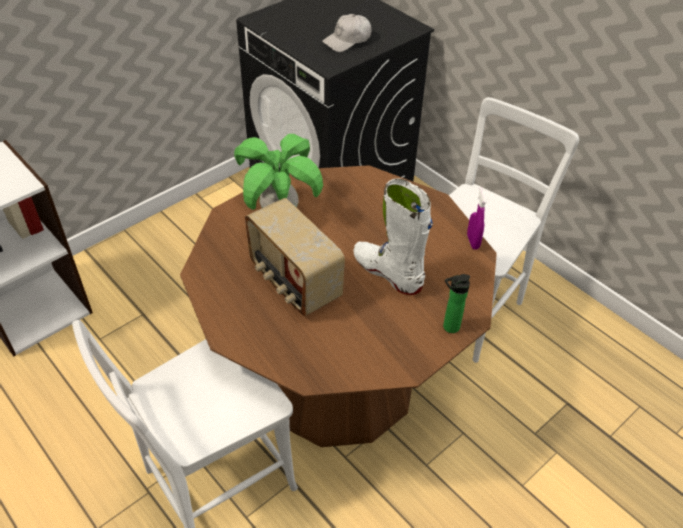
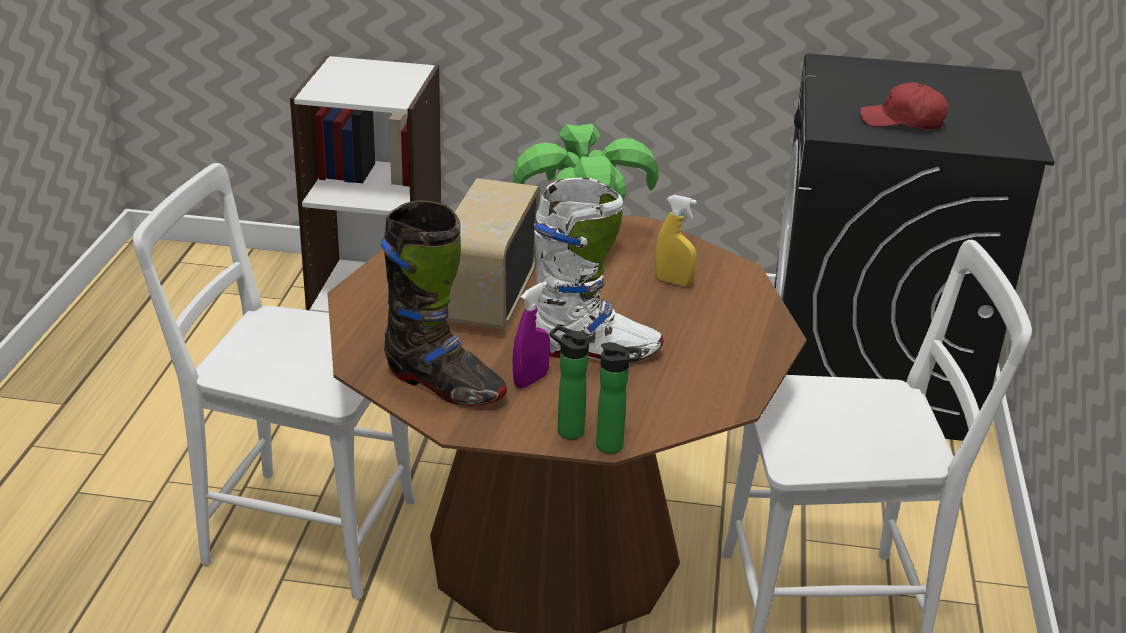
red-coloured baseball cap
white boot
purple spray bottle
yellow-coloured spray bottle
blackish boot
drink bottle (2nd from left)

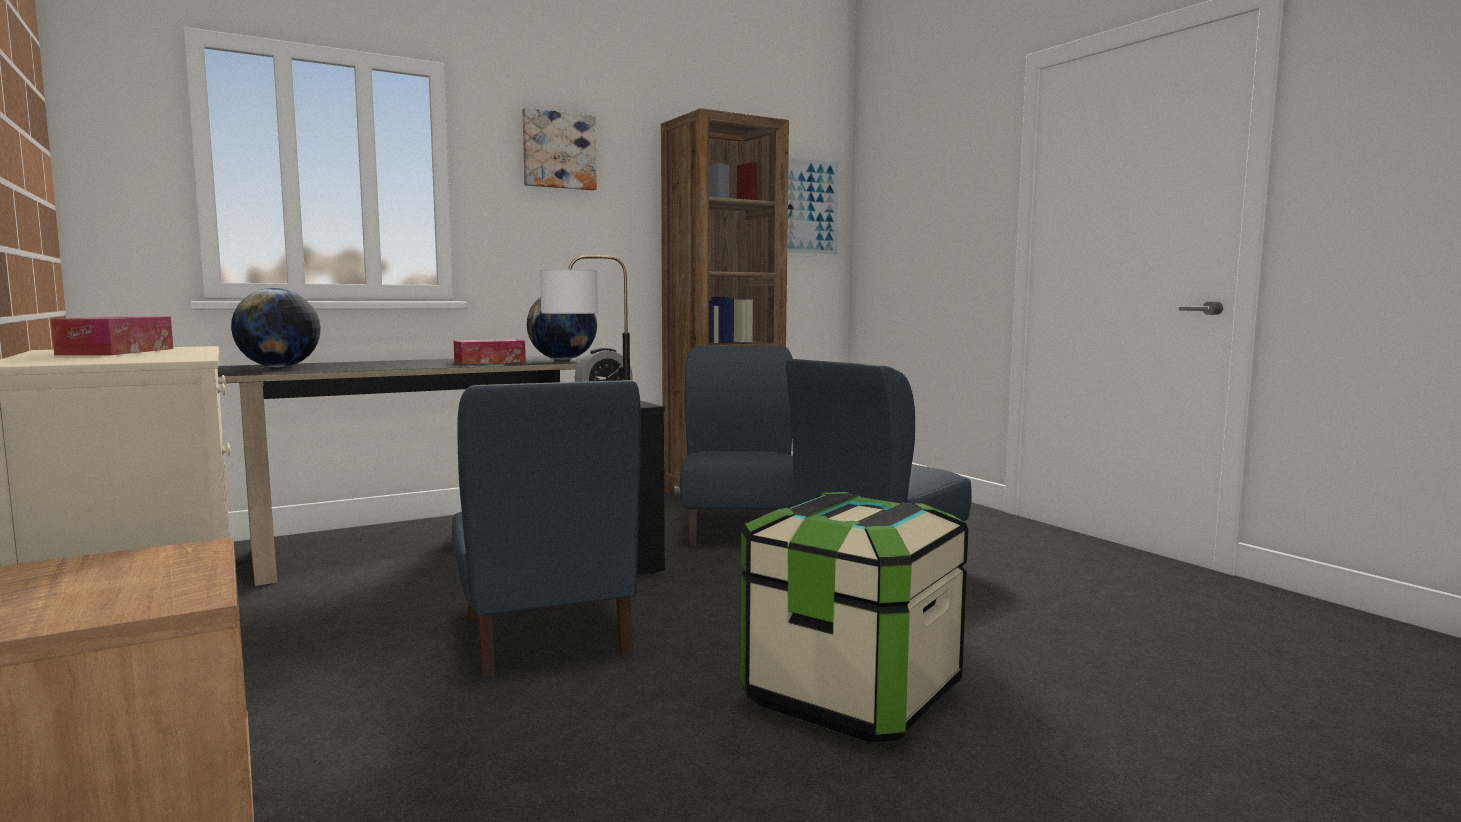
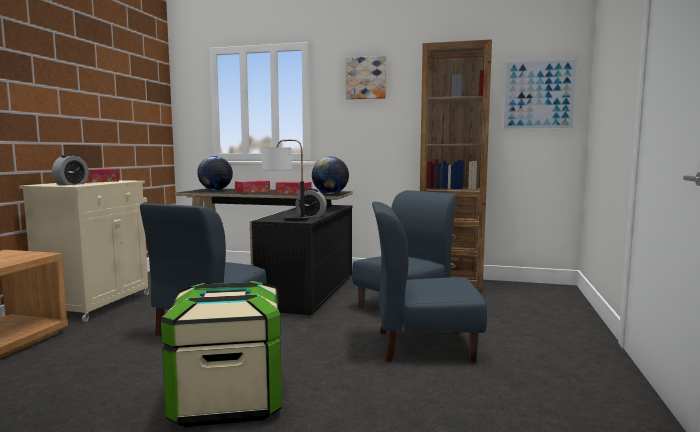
alarm clock (1st from left)
tissue box (2nd from left)

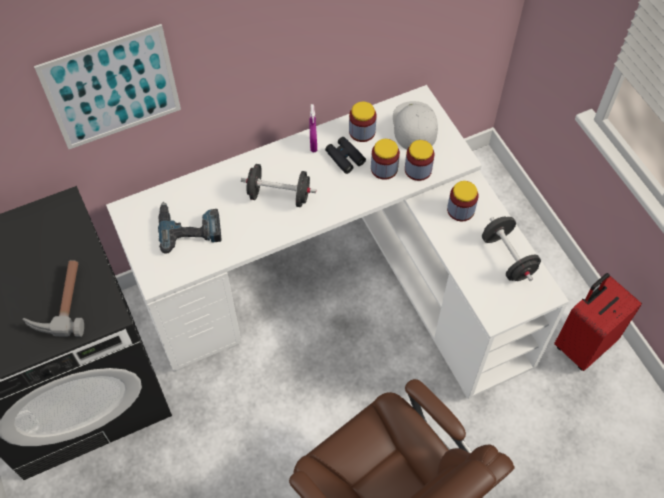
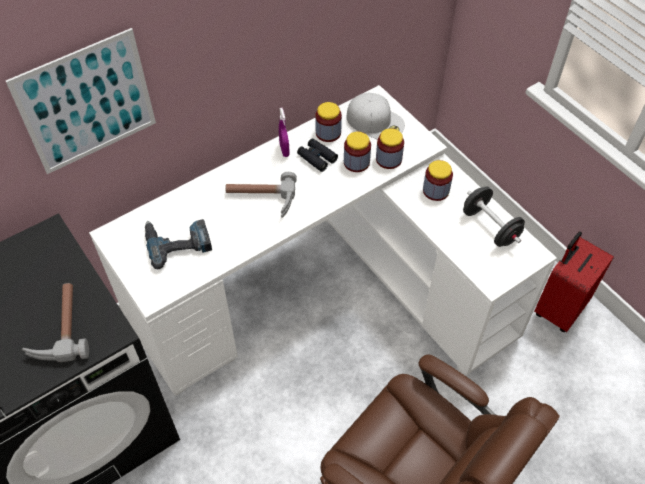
white baseball cap
hammer (2nd from left)

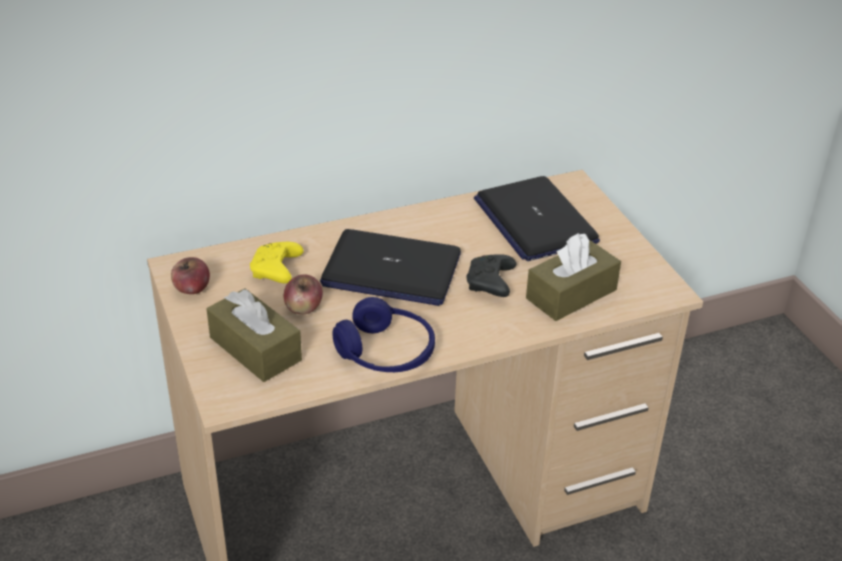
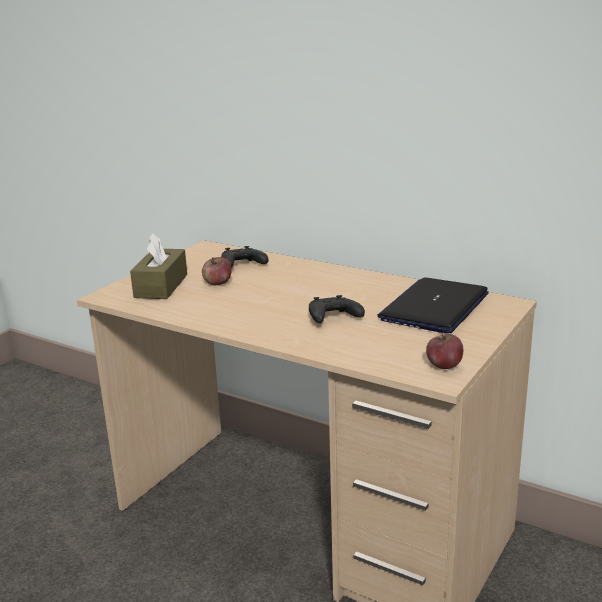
laptop (1st from left in the first image)
brownish tissue box (2nd from left in the first image)
blackish gamepad (1st from left)
whole apple (2nd from left)
blue headphones

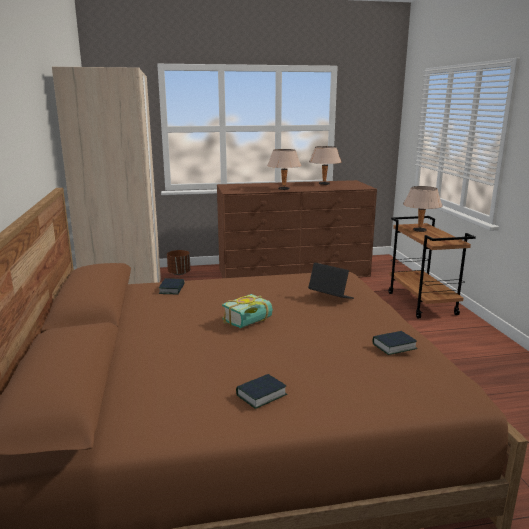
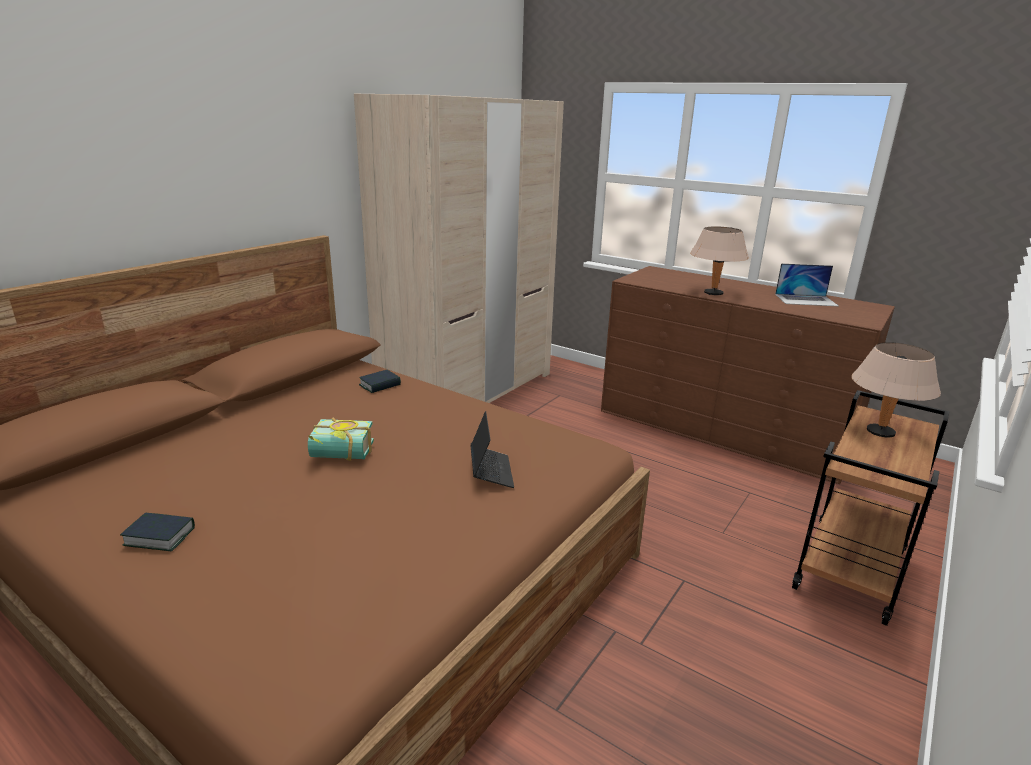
laptop (2nd from left)
brownish plant pot
volume (4th from left in the first image)

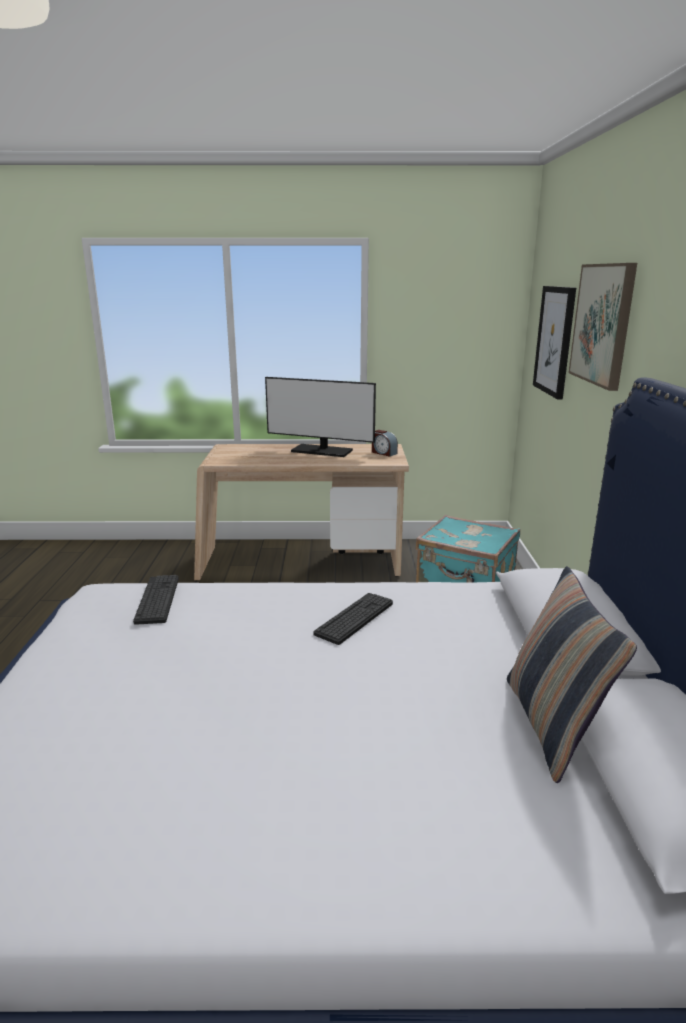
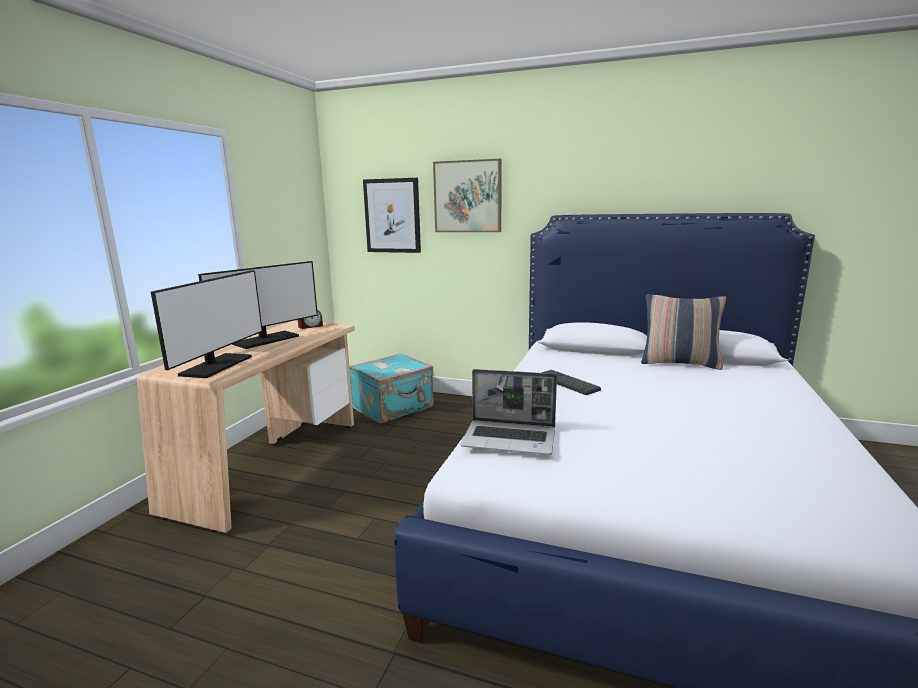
laptop
monitor (1st from left)

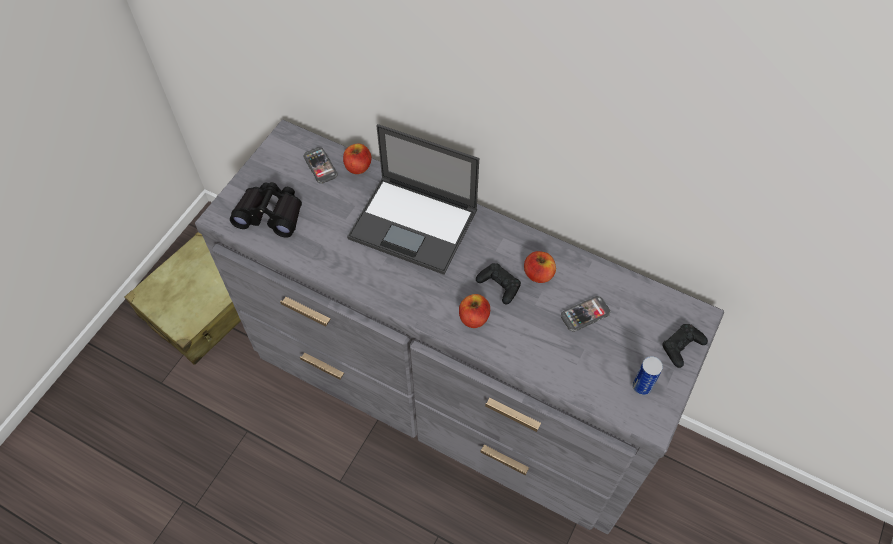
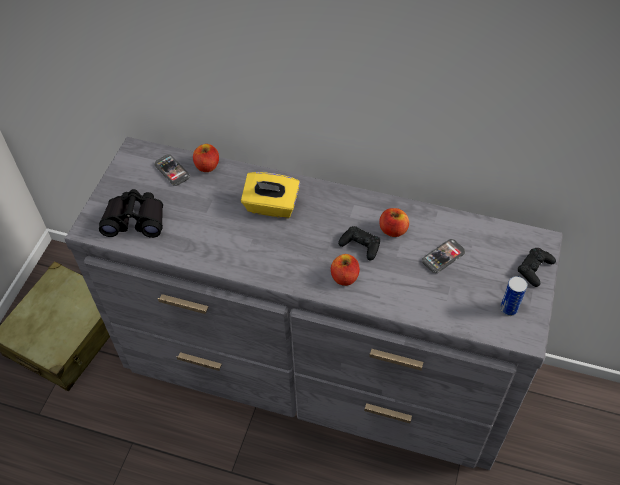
yellow-coloured tissue box

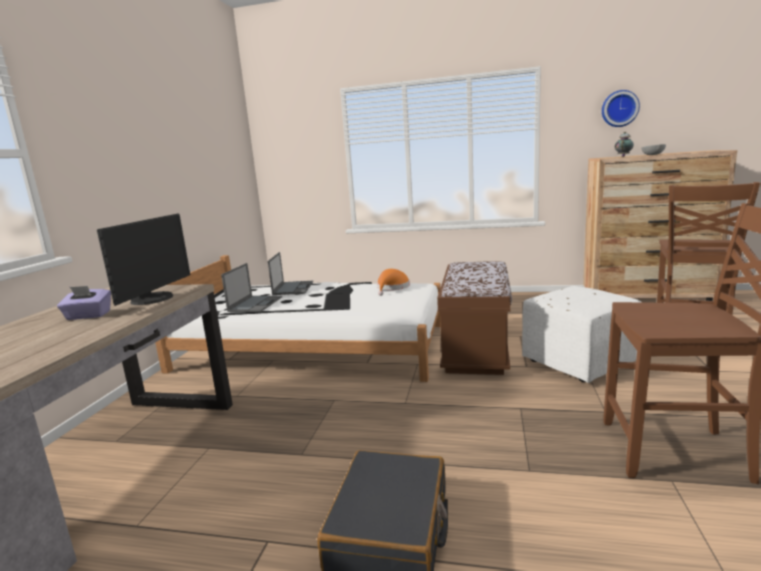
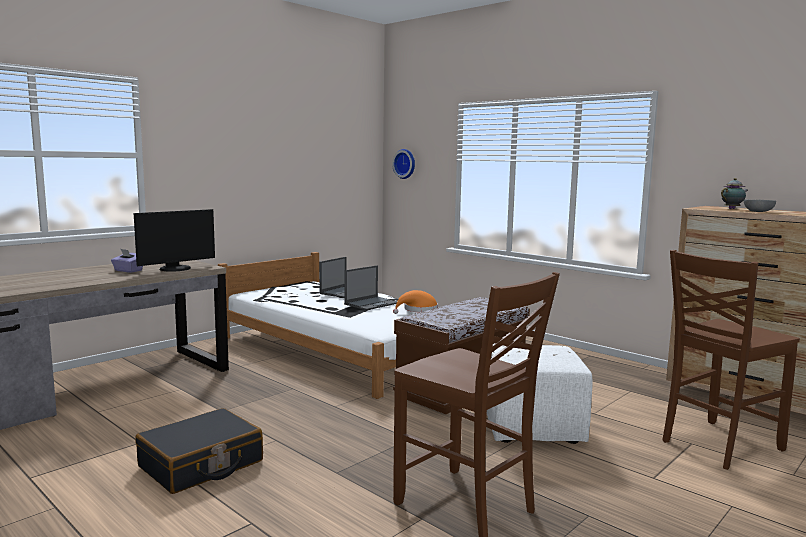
hanging clock
laptop (2nd from left)

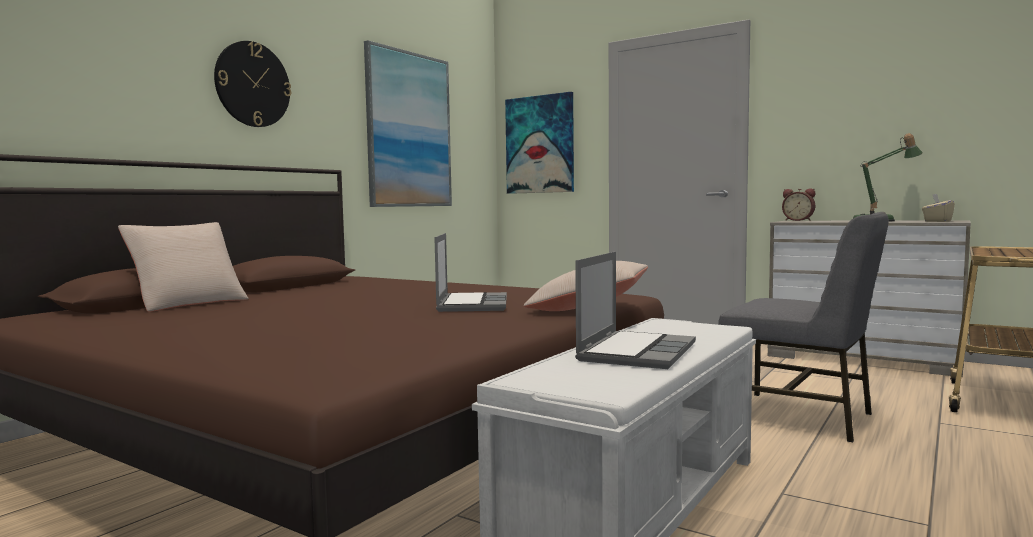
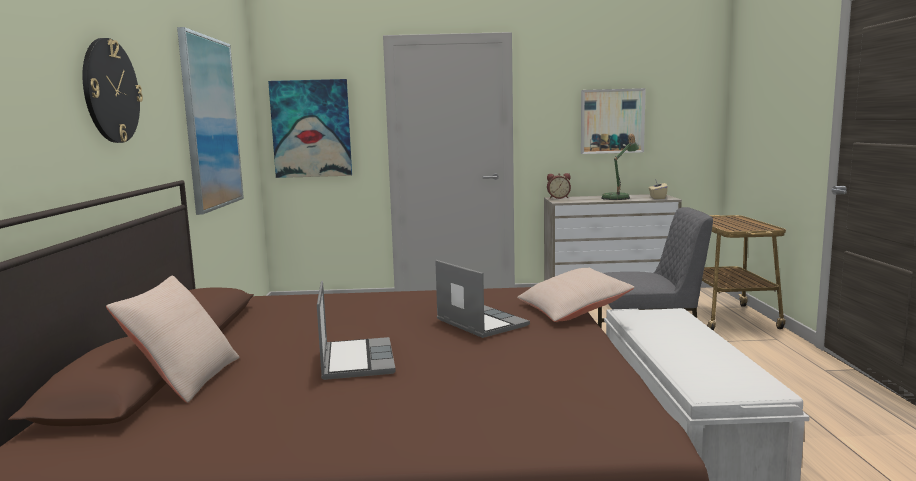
laptop (1st from left)
wall art (3rd from left)

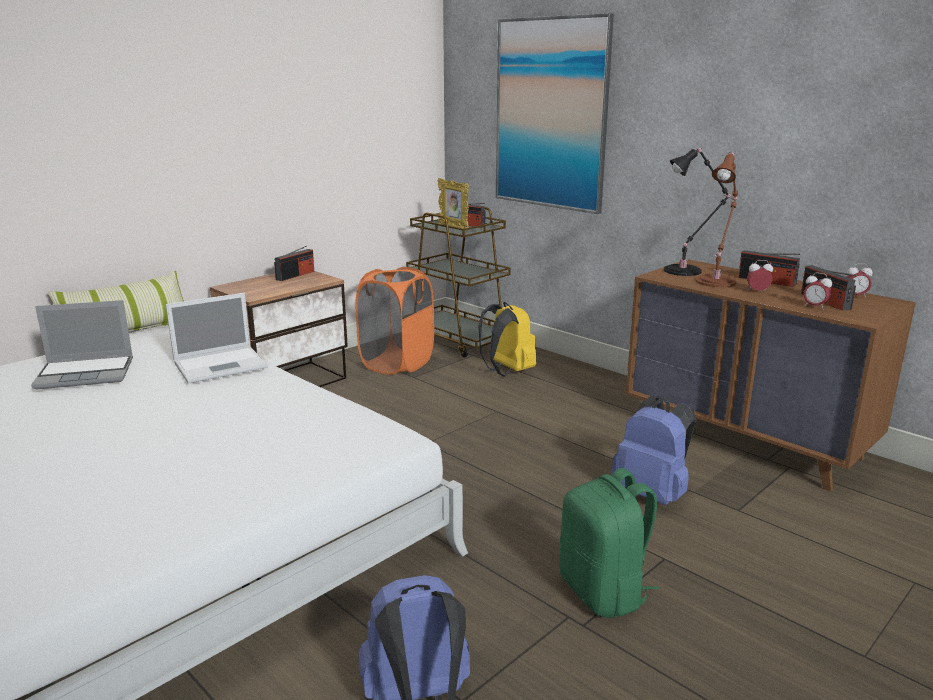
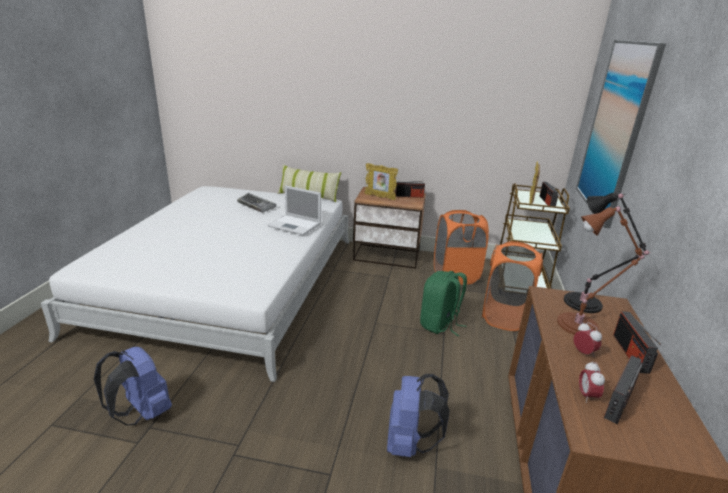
alarm clock (3rd from left in the first image)
keyboard
orange-coloured laundry basket (2nd from left)
greenish knapsack
picture frame (1st from left)

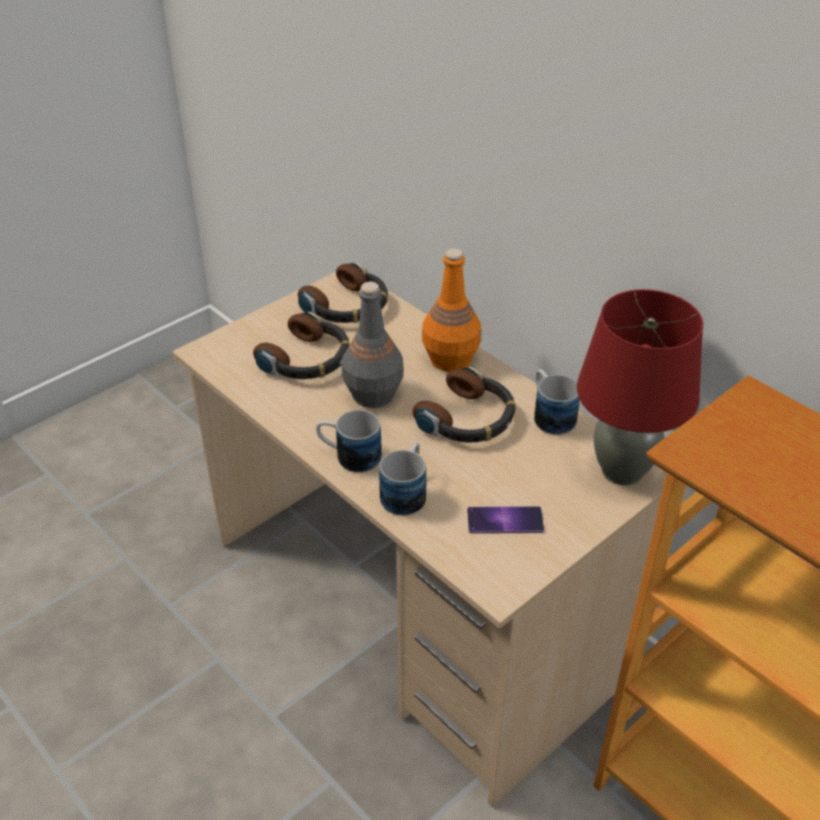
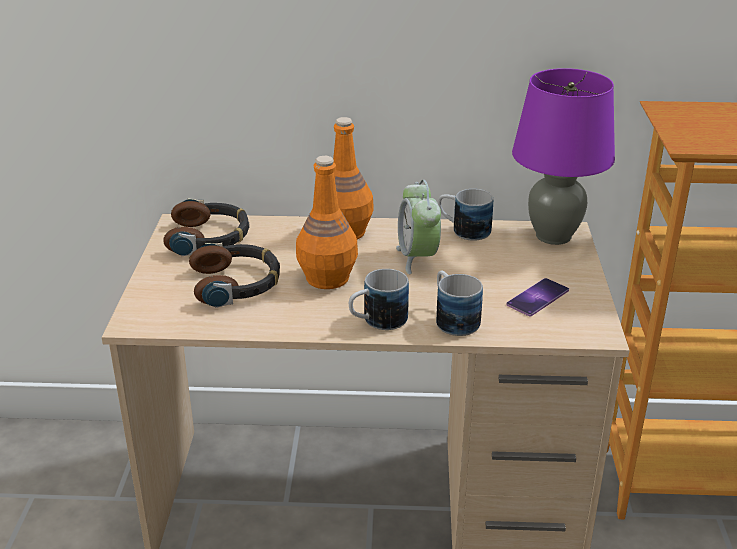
orange-coloured drink bottle (1st from left)
purple table lamp
alarm clock

